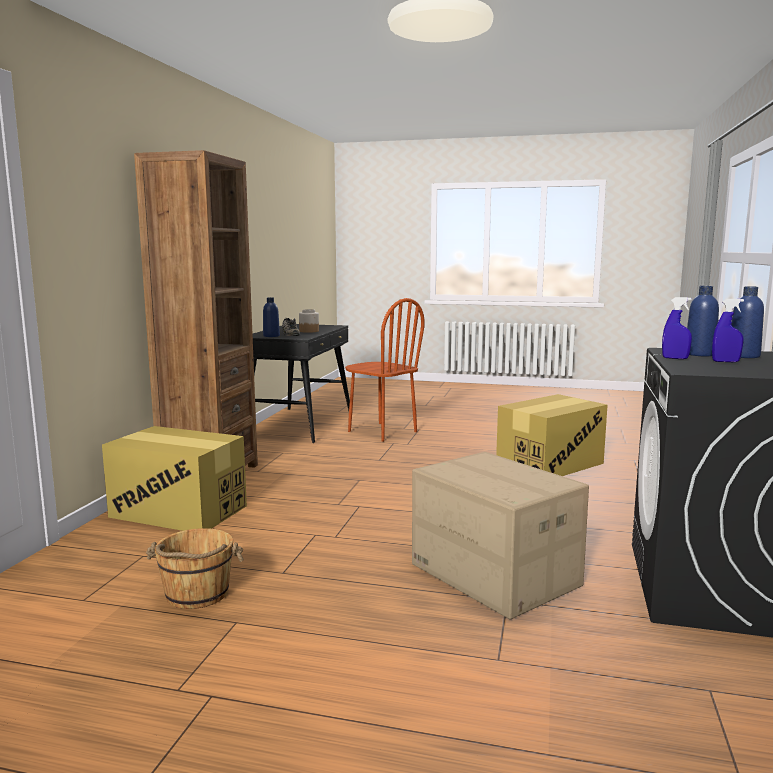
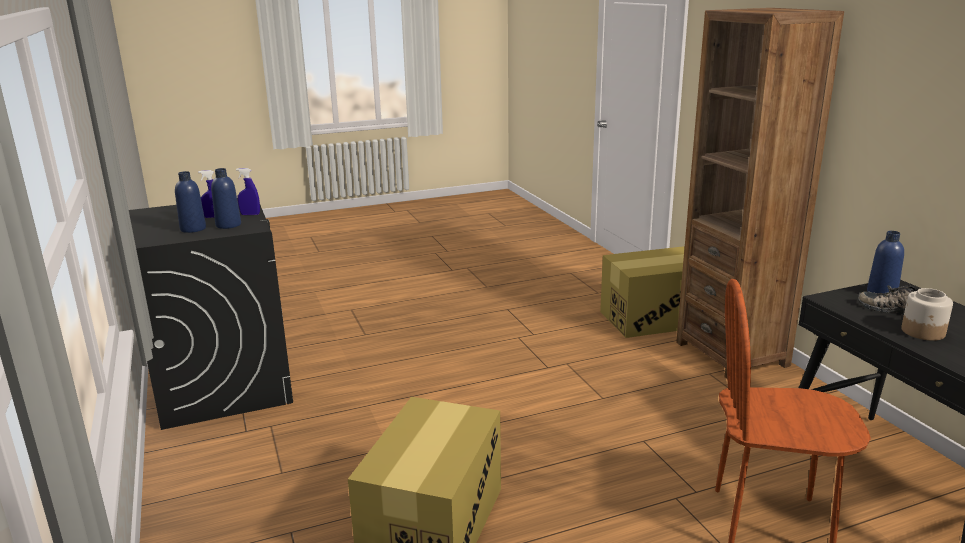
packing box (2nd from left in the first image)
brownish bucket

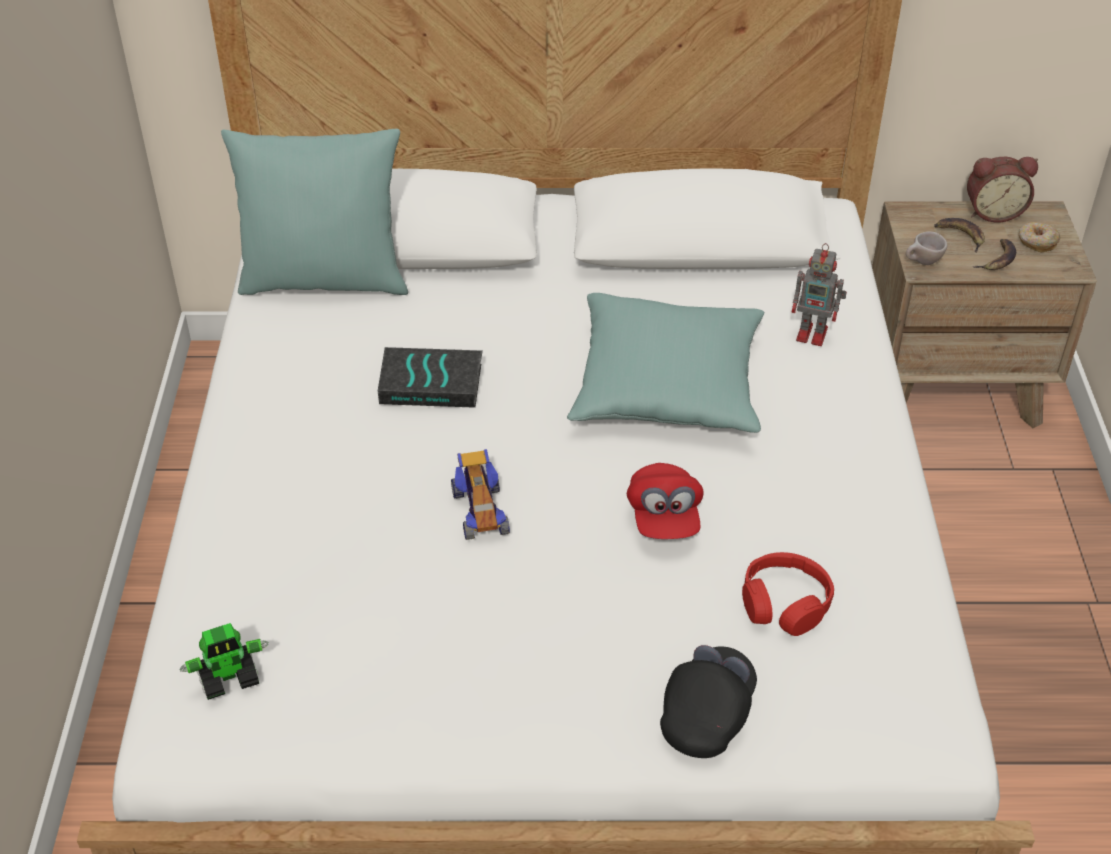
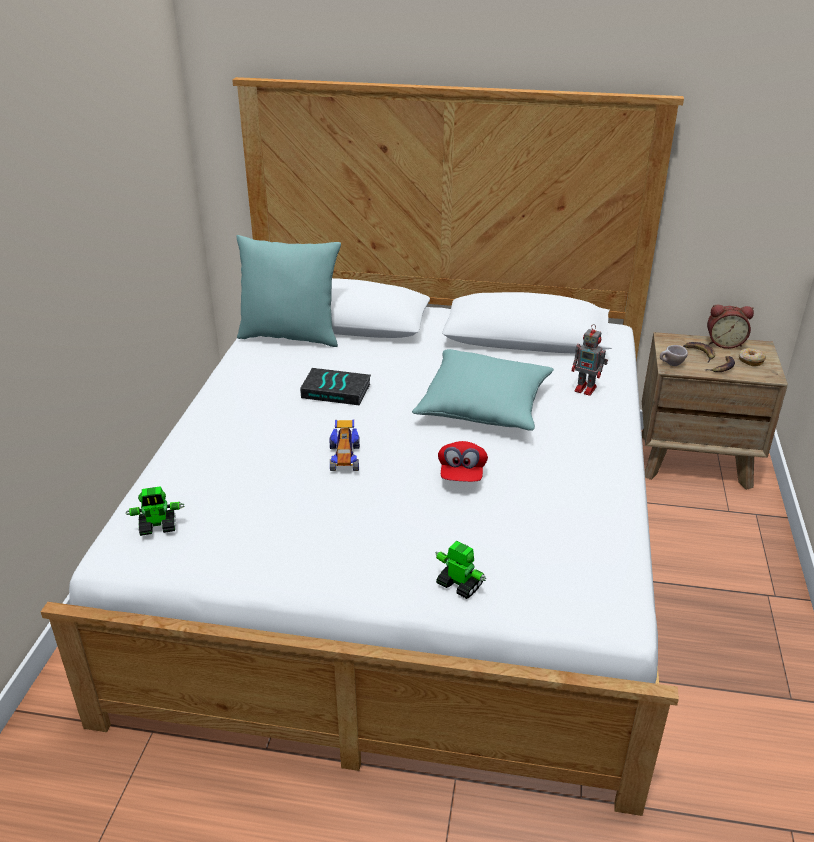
red-coloured headphones
model robot (2nd from left)

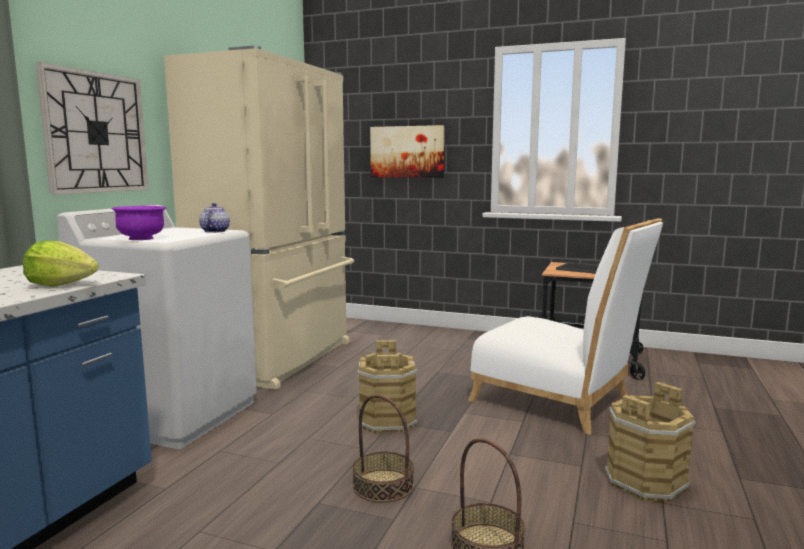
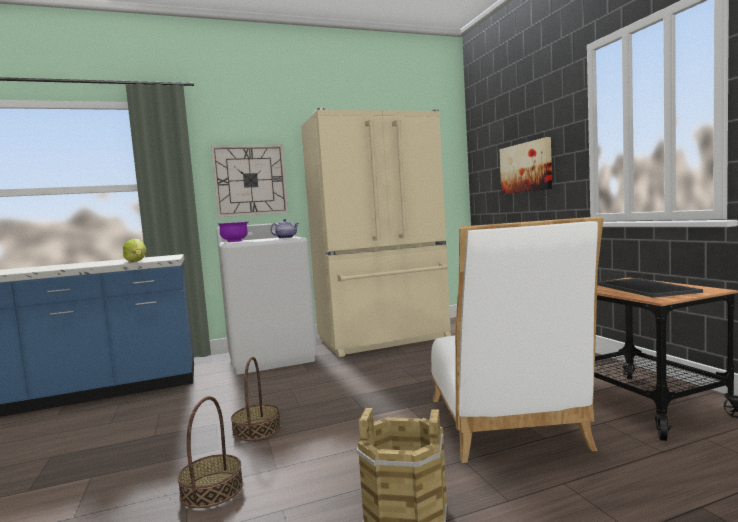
brownish bucket (1st from left in the first image)

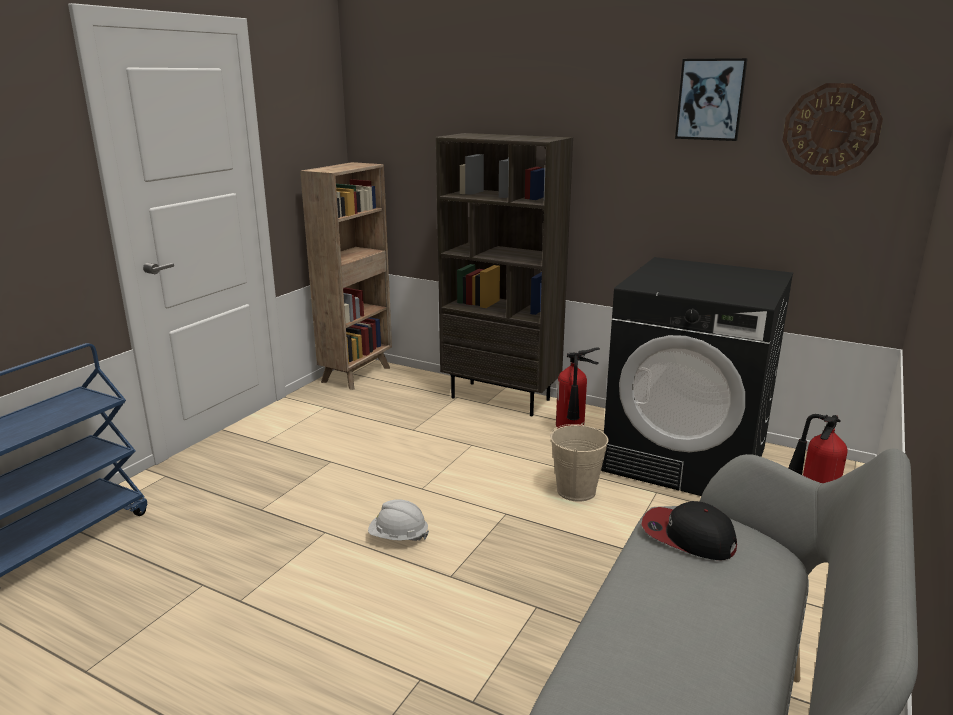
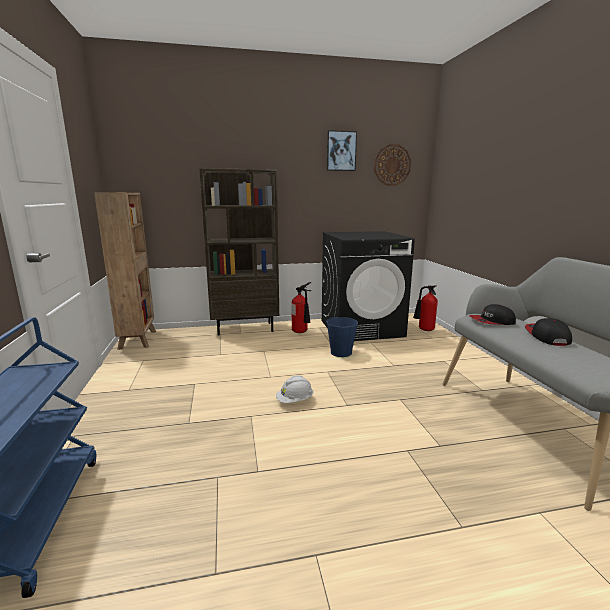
blue bucket
baseball cap (2nd from left)

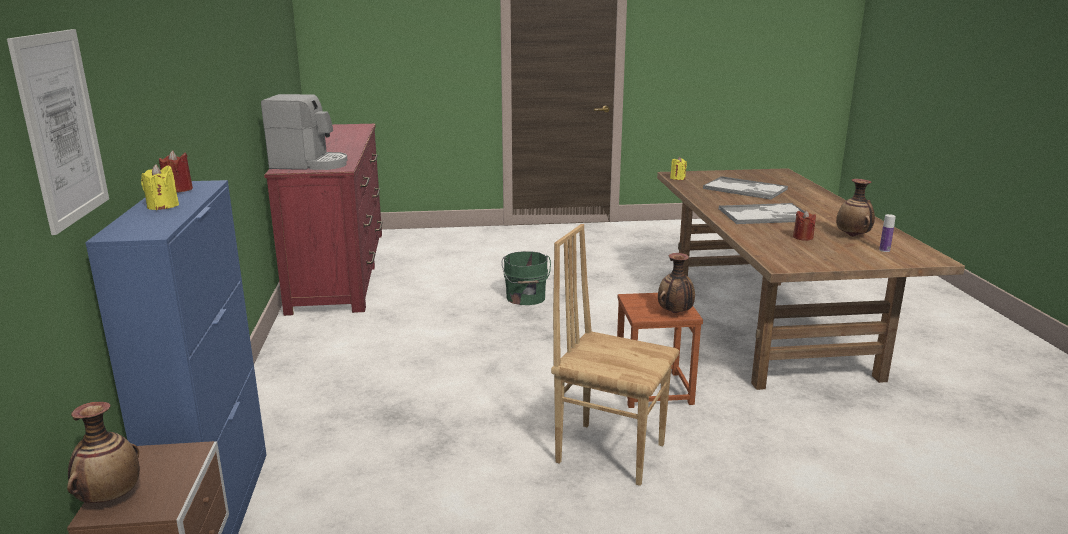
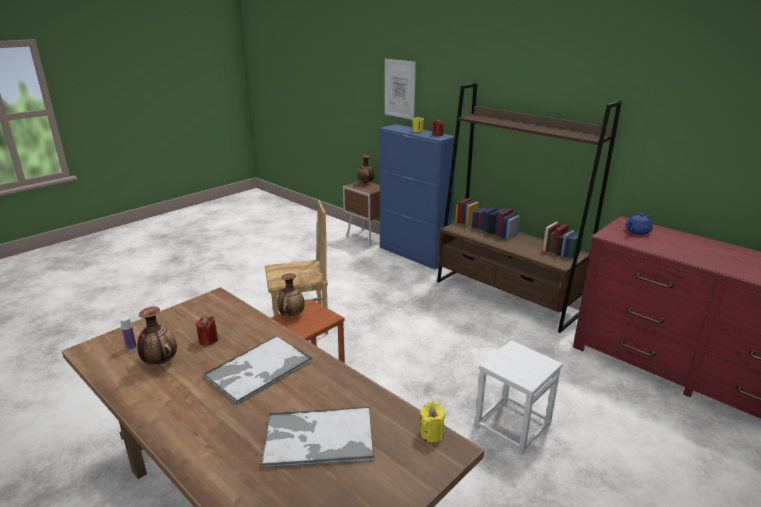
blue teapot
white stool seat
brownish bookcase

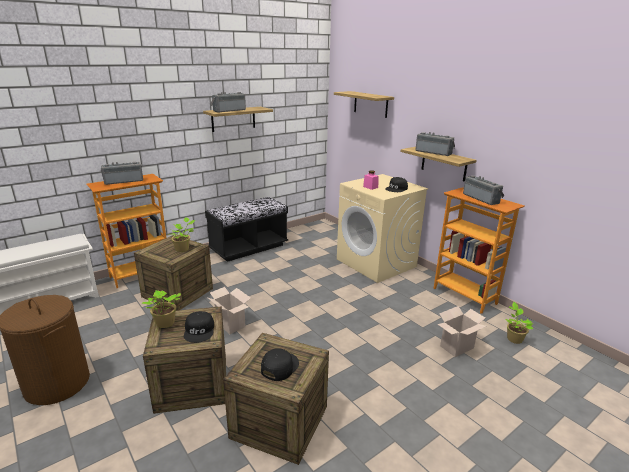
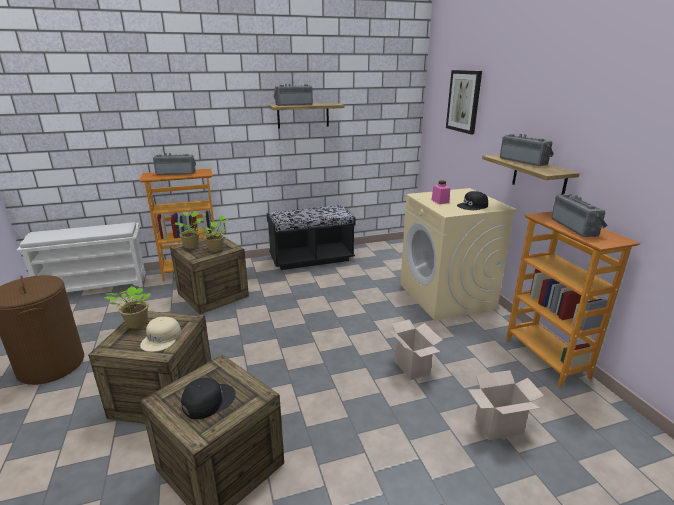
wall art
packing box (1st from left)
potted plant (2nd from left)
beige-coloured baseball cap

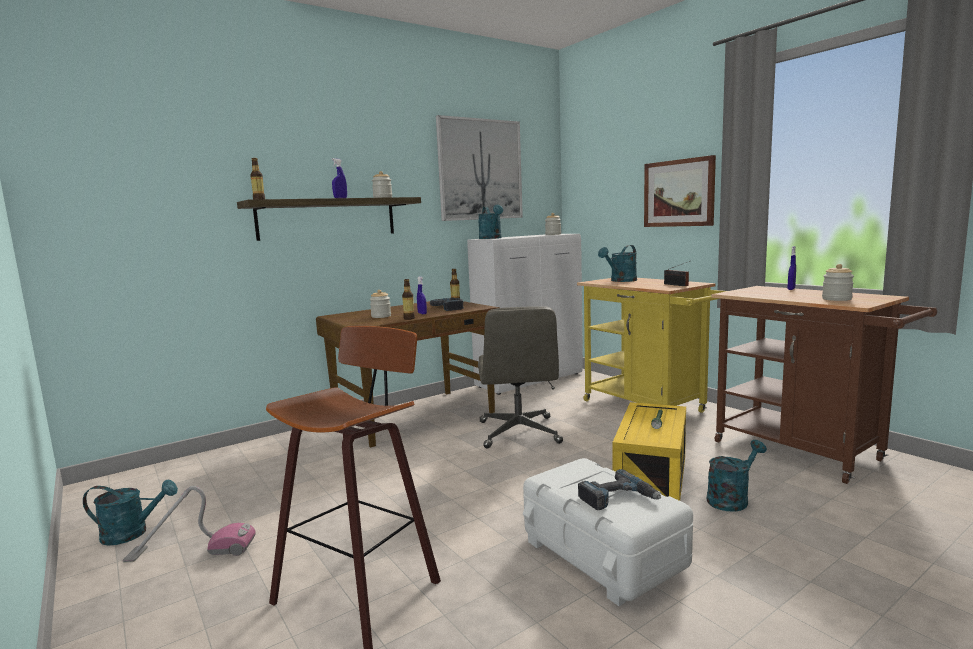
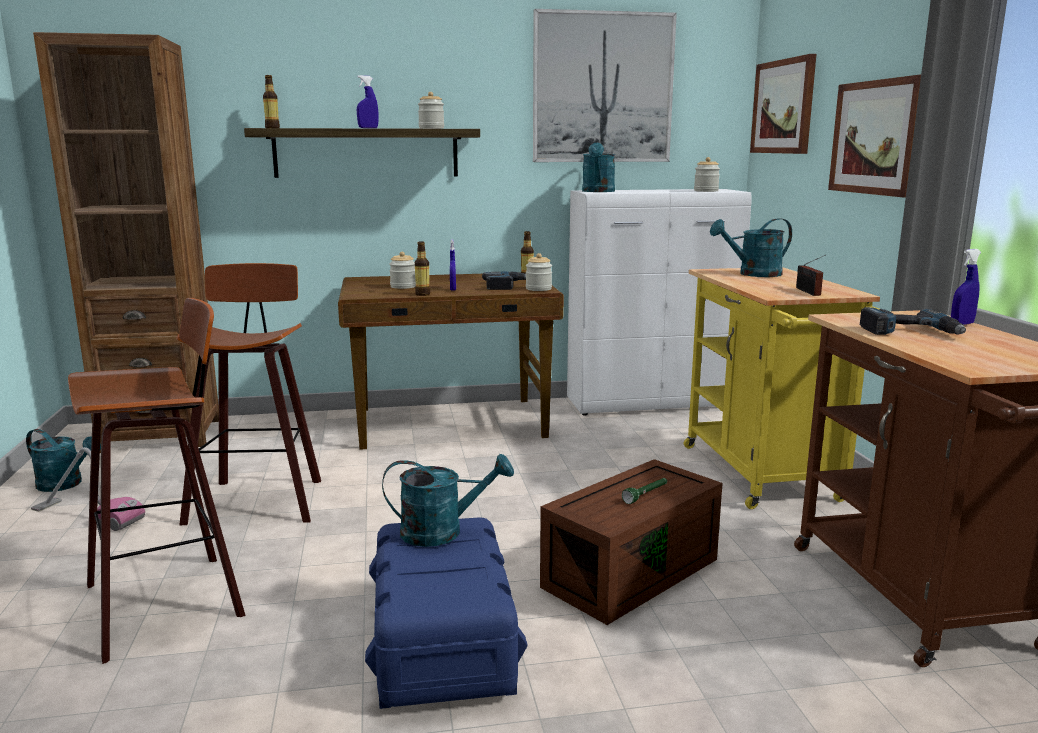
jar (3rd from left)
greyish desk chair
brownish storage box
turquoise-coloured watering can (2nd from left)
blue storage box
power drill (2nd from left)
brownish bookcase
wall art (2nd from left)
stool seat (2nd from left)

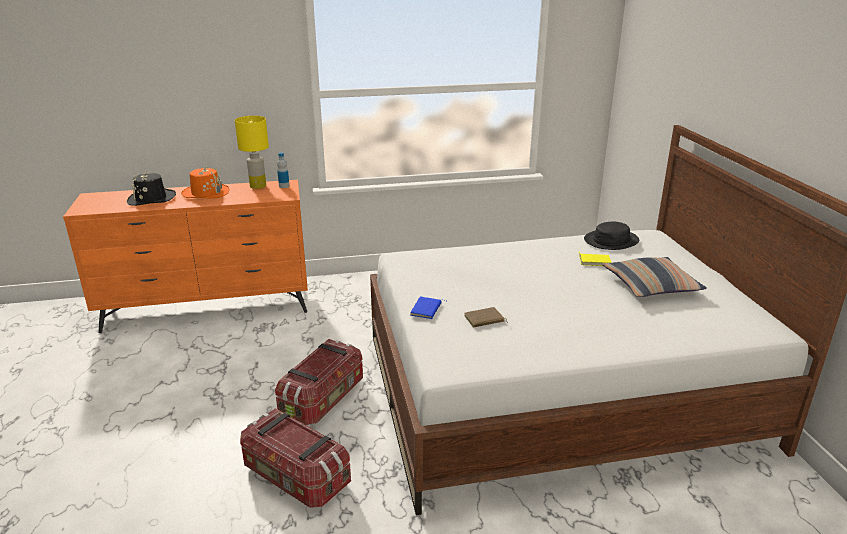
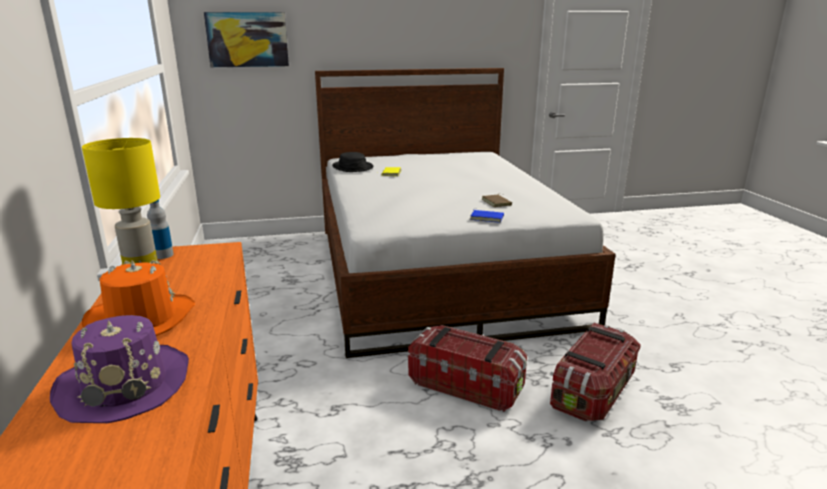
purple clothing hat
pillow
wall art

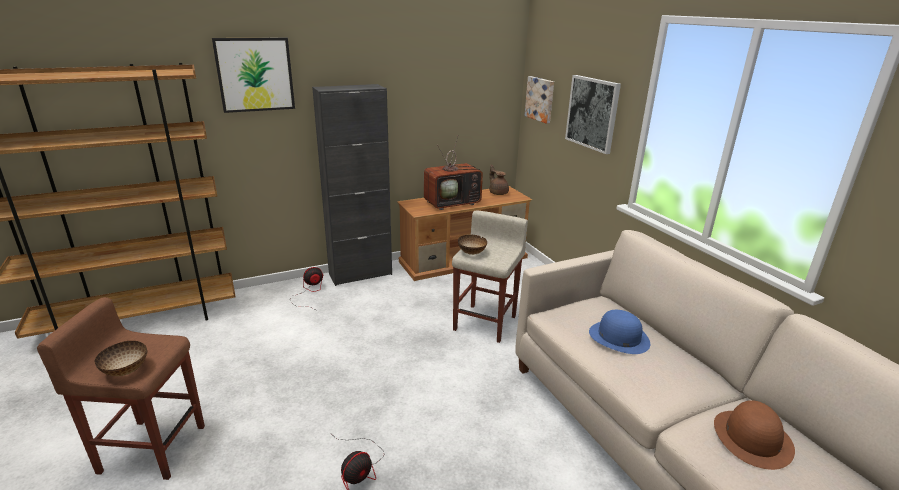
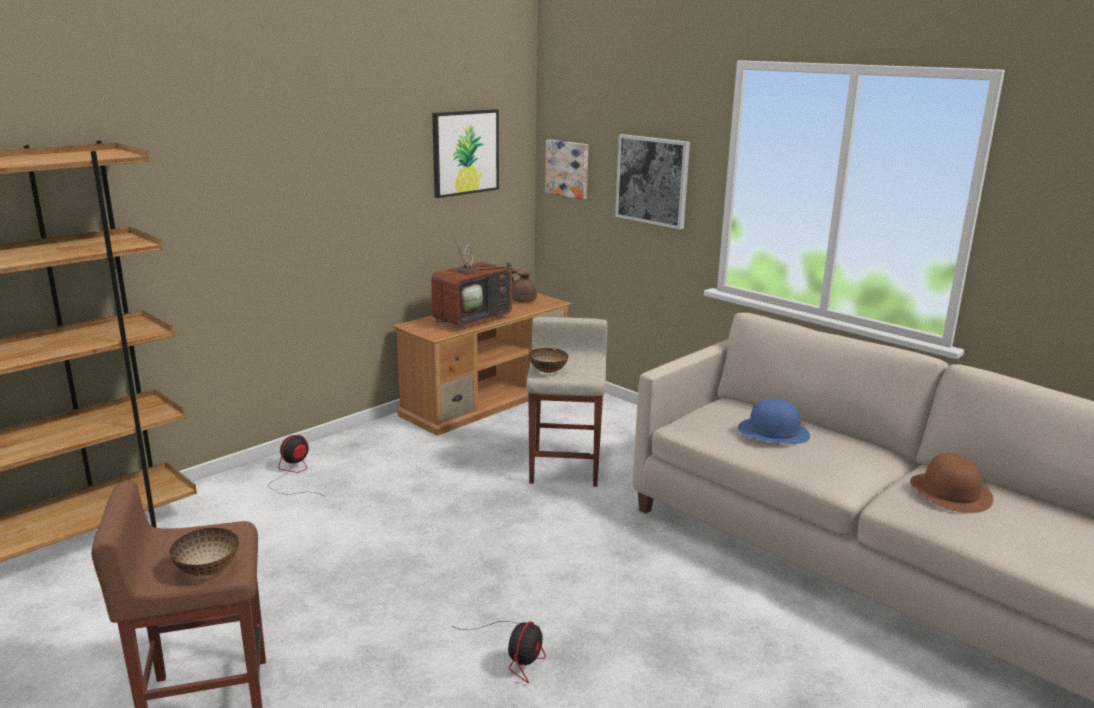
wall art (1st from left)
blackish storage cabinet

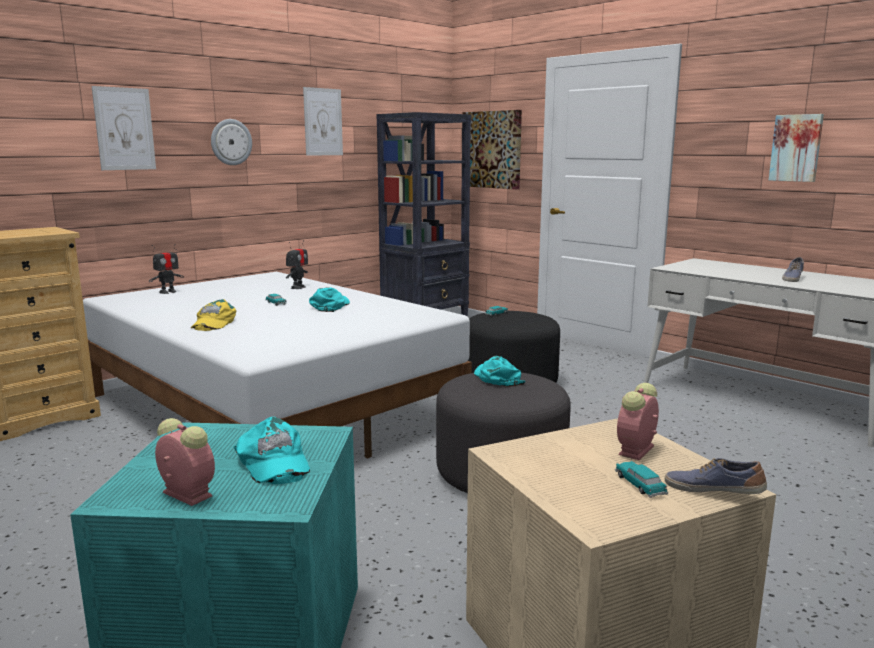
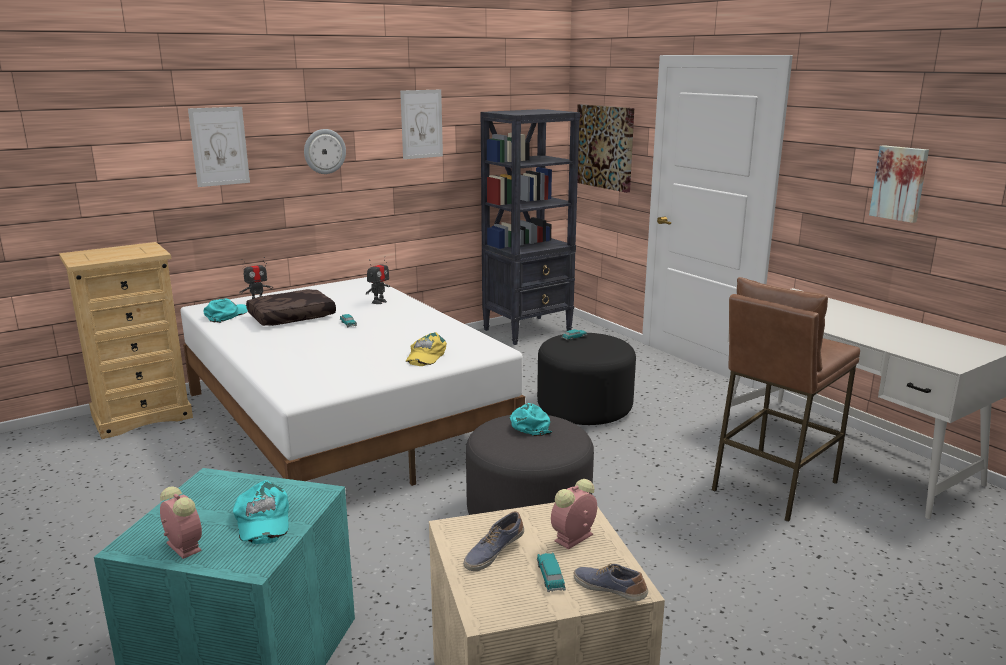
low shoe (1st from left)
turquoise-coloured baseball cap (1st from left)
yellow-coloured baseball cap
brownish stool seat
brownish pillow

